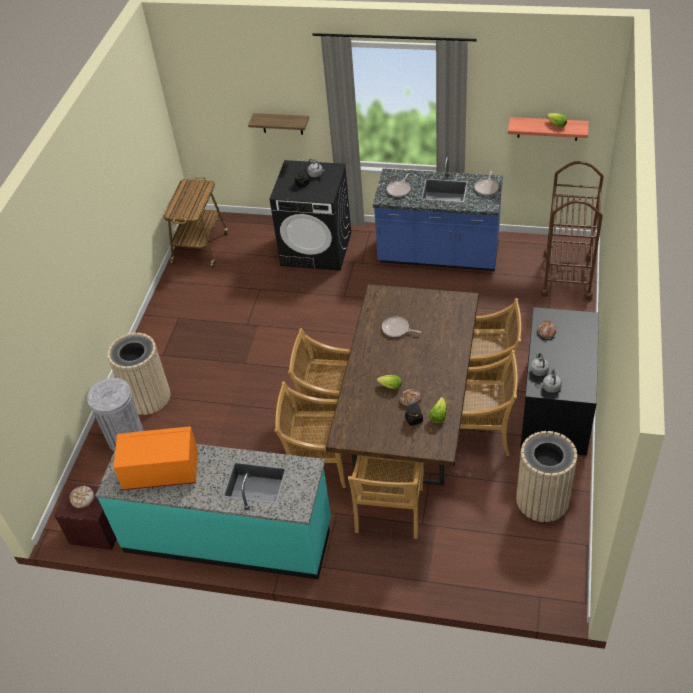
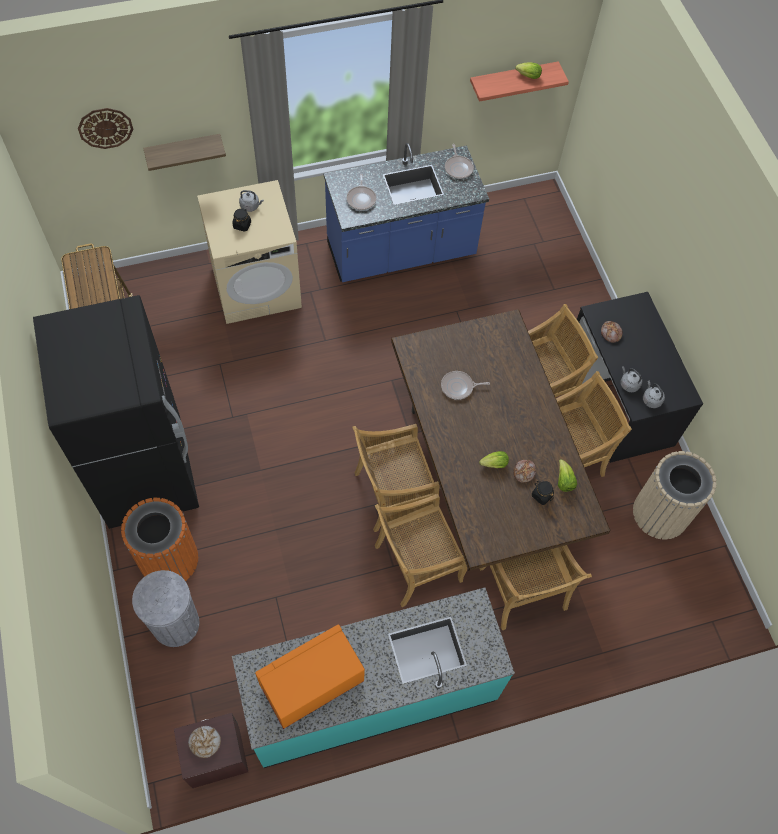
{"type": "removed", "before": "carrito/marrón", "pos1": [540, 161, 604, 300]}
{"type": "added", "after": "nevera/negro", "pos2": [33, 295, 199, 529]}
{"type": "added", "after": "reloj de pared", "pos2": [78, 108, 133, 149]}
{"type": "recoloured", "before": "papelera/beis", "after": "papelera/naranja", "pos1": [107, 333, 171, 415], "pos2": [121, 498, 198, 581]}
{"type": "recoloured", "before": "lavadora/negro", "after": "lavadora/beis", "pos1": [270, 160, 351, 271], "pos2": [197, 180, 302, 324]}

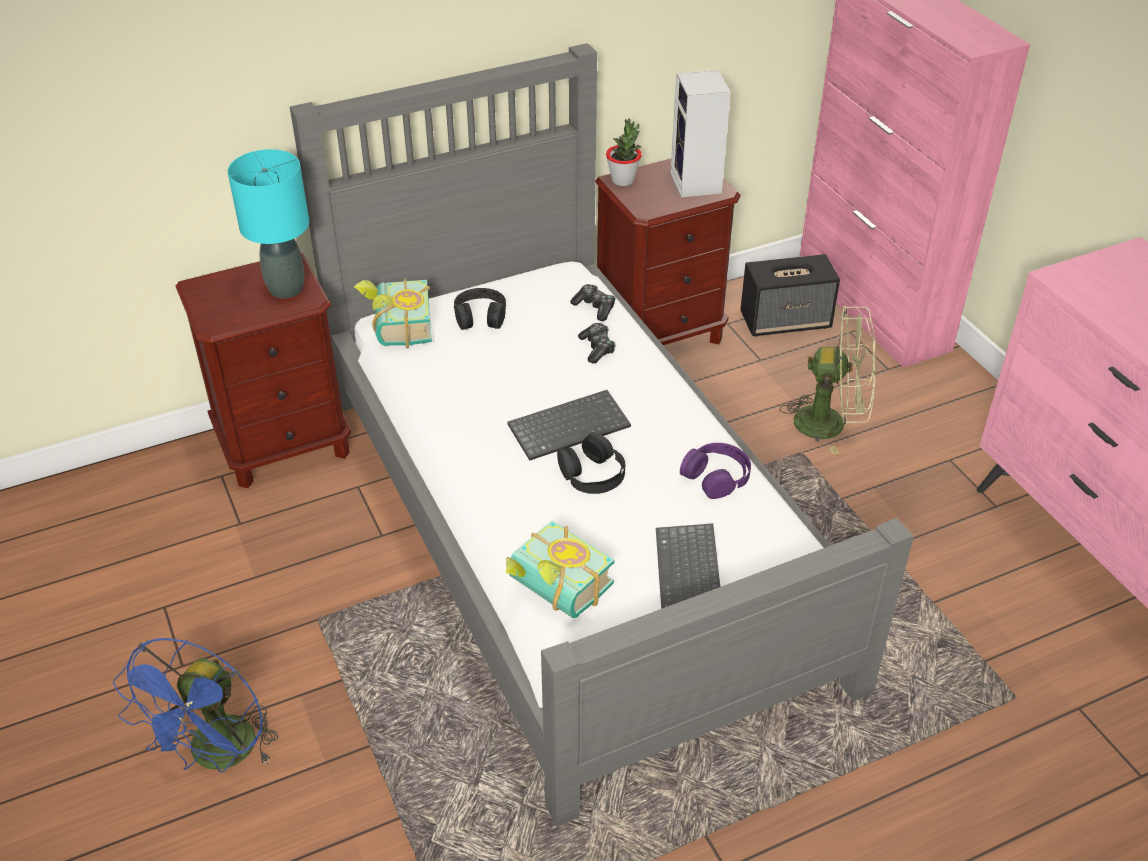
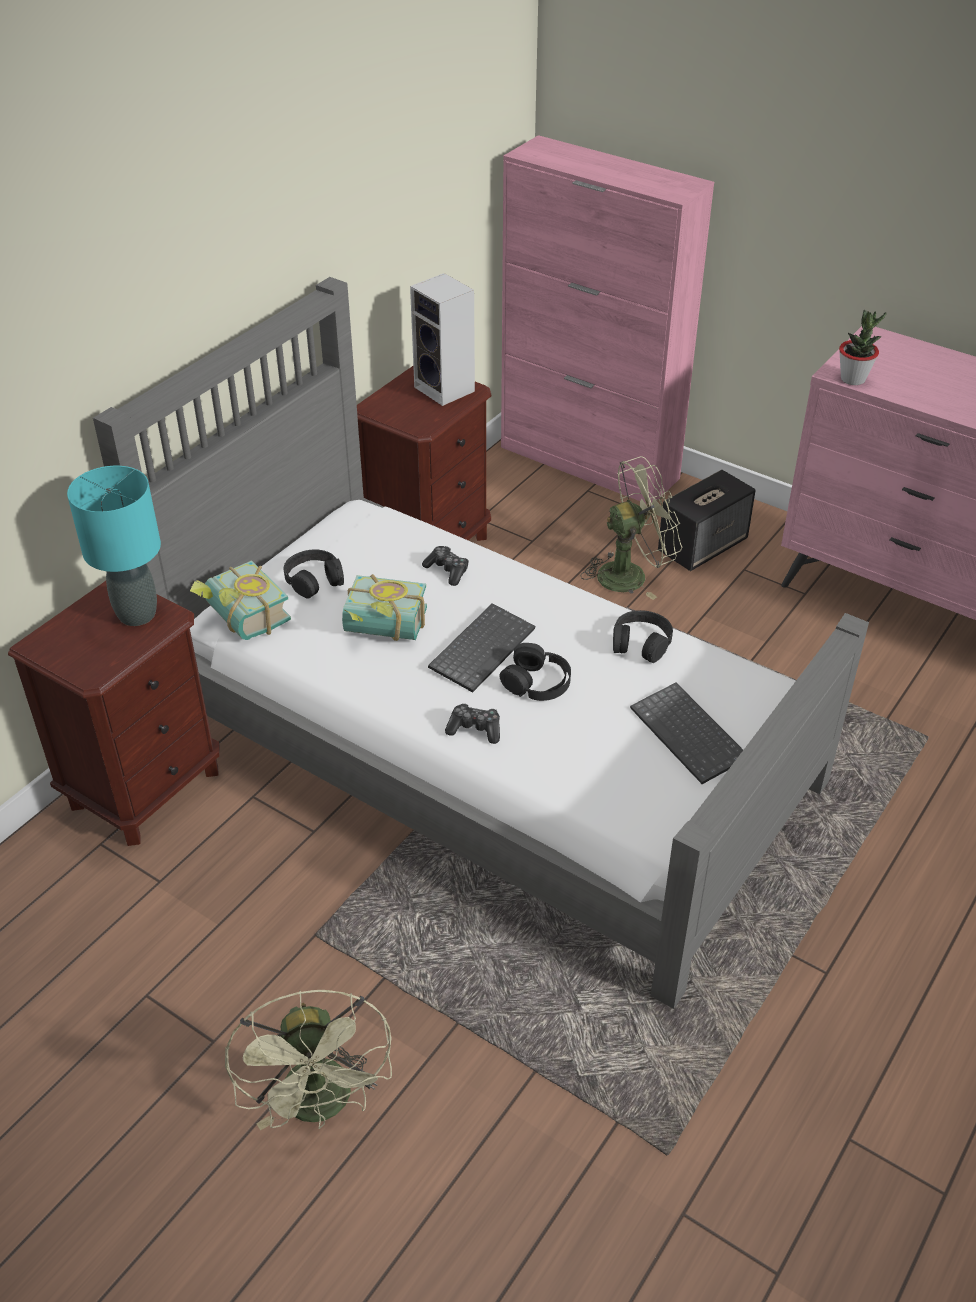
{"type": "moved", "before": "libro", "pos1": [506, 521, 615, 618], "pos2": [342, 574, 427, 641]}
{"type": "moved", "before": "mando de consola", "pos1": [570, 284, 616, 321], "pos2": [445, 703, 500, 744]}
{"type": "moved", "before": "planta en maceta", "pos1": [606, 118, 642, 186], "pos2": [839, 310, 886, 385]}
{"type": "moved", "before": "altavoz", "pos1": [740, 254, 840, 336], "pos2": [658, 470, 756, 571]}
{"type": "recoloured", "before": "ventilador/azul", "after": "ventilador/verde", "pos1": [113, 638, 278, 772], "pos2": [225, 990, 392, 1130]}
{"type": "recoloured", "before": "auriculares/morado", "after": "auriculares/negro", "pos1": [680, 443, 751, 499], "pos2": [613, 610, 673, 663]}

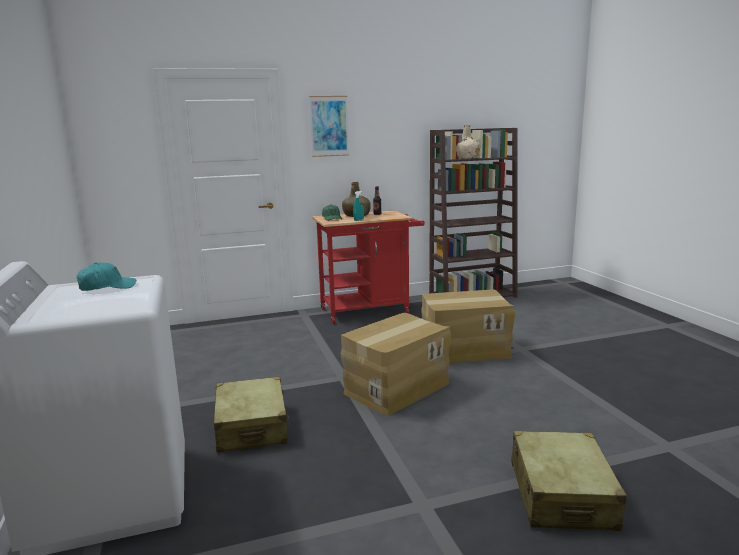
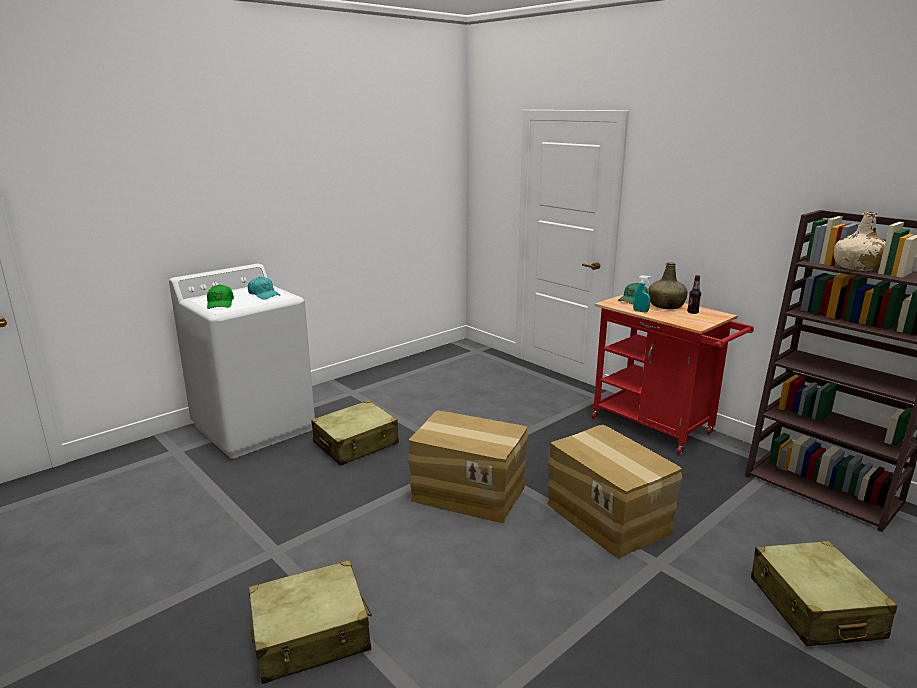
{"type": "removed", "before": "cuadro", "pos1": [309, 96, 349, 157]}
{"type": "added", "after": "gorra/verde", "pos2": [207, 284, 234, 309]}
{"type": "added", "after": "maleta/beis", "pos2": [751, 541, 897, 646]}

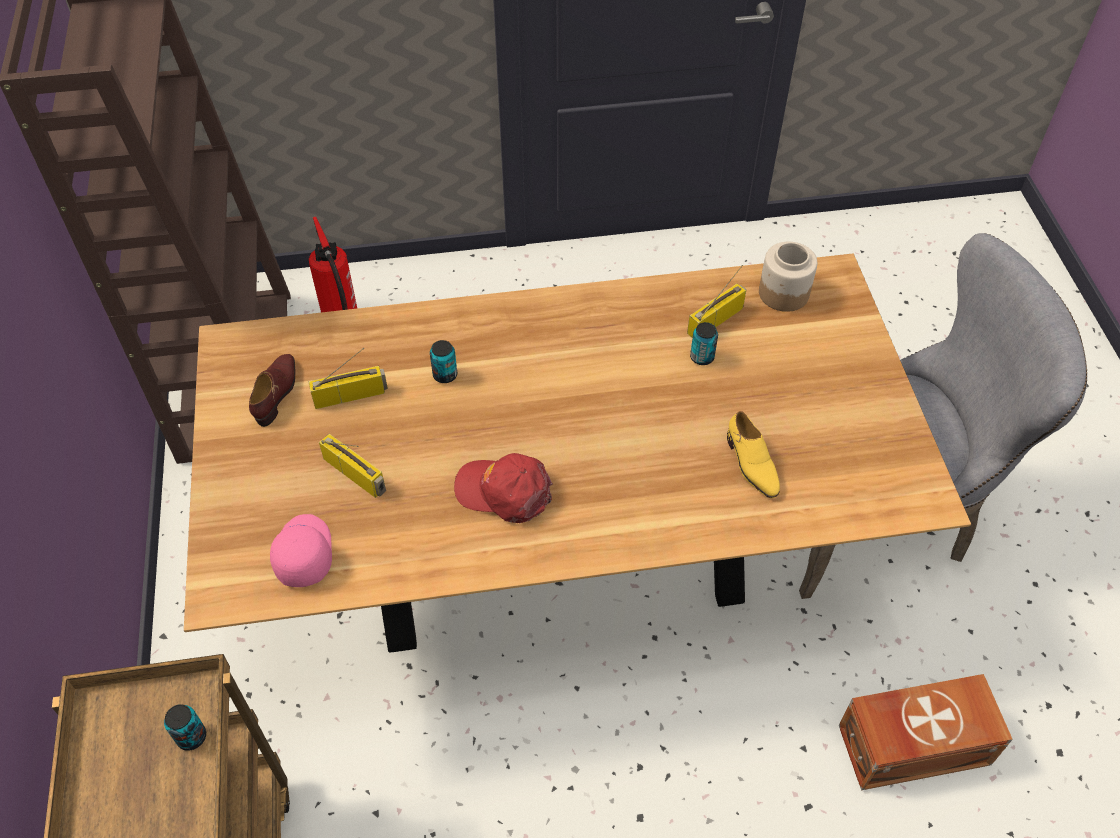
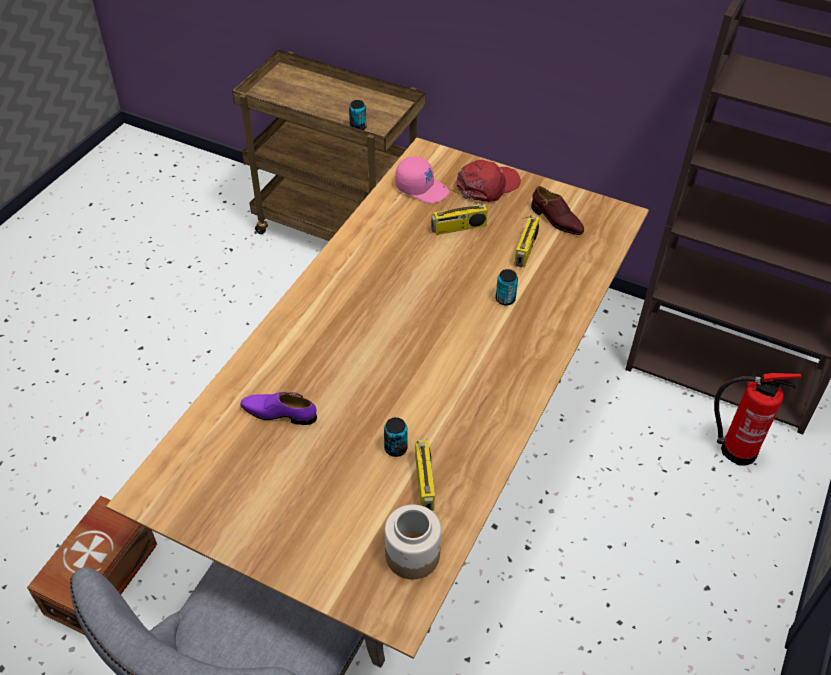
{"type": "moved", "before": "gorra/rojo", "pos1": [454, 453, 553, 523], "pos2": [457, 160, 521, 202]}
{"type": "recoloured", "before": "zapato/amarillo", "after": "zapato/morado", "pos1": [727, 411, 780, 498], "pos2": [241, 392, 317, 425]}

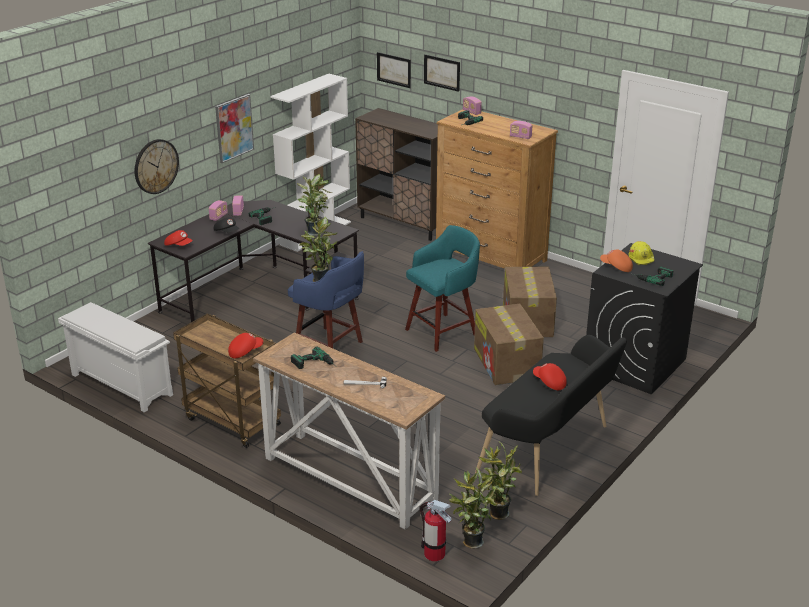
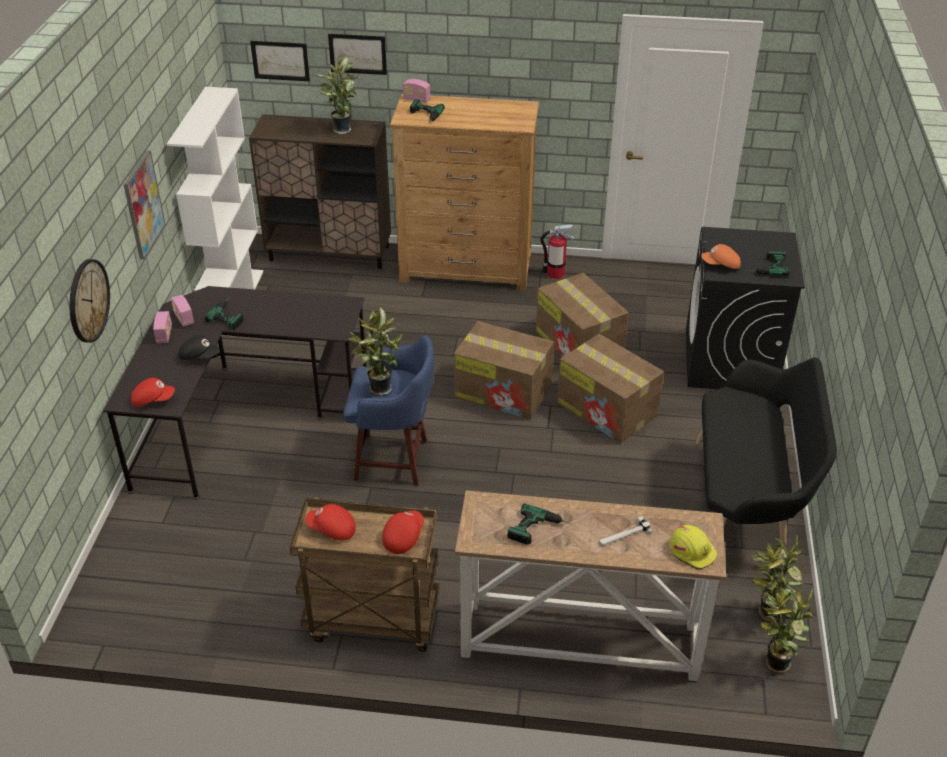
{"type": "removed", "before": "zapatero/blanco", "pos1": [58, 302, 173, 413]}
{"type": "removed", "before": "radio", "pos1": [510, 121, 532, 139]}
{"type": "moved", "before": "planta en maceta", "pos1": [297, 174, 332, 236], "pos2": [317, 57, 358, 134]}
{"type": "moved", "before": "extintor", "pos1": [419, 500, 452, 561], "pos2": [540, 224, 574, 279]}
{"type": "moved", "before": "gorra/rojo", "pos1": [533, 363, 567, 390], "pos2": [305, 504, 356, 541]}
{"type": "moved", "before": "casco/amarillo", "pos1": [629, 241, 655, 265], "pos2": [669, 525, 718, 570]}
{"type": "replaced", "before": "taburete/turquesa", "after": "caja de cartón", "pos1": [405, 225, 480, 352], "pos2": [454, 321, 554, 420]}

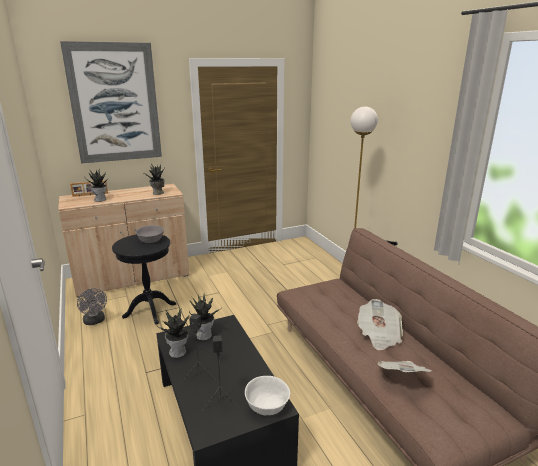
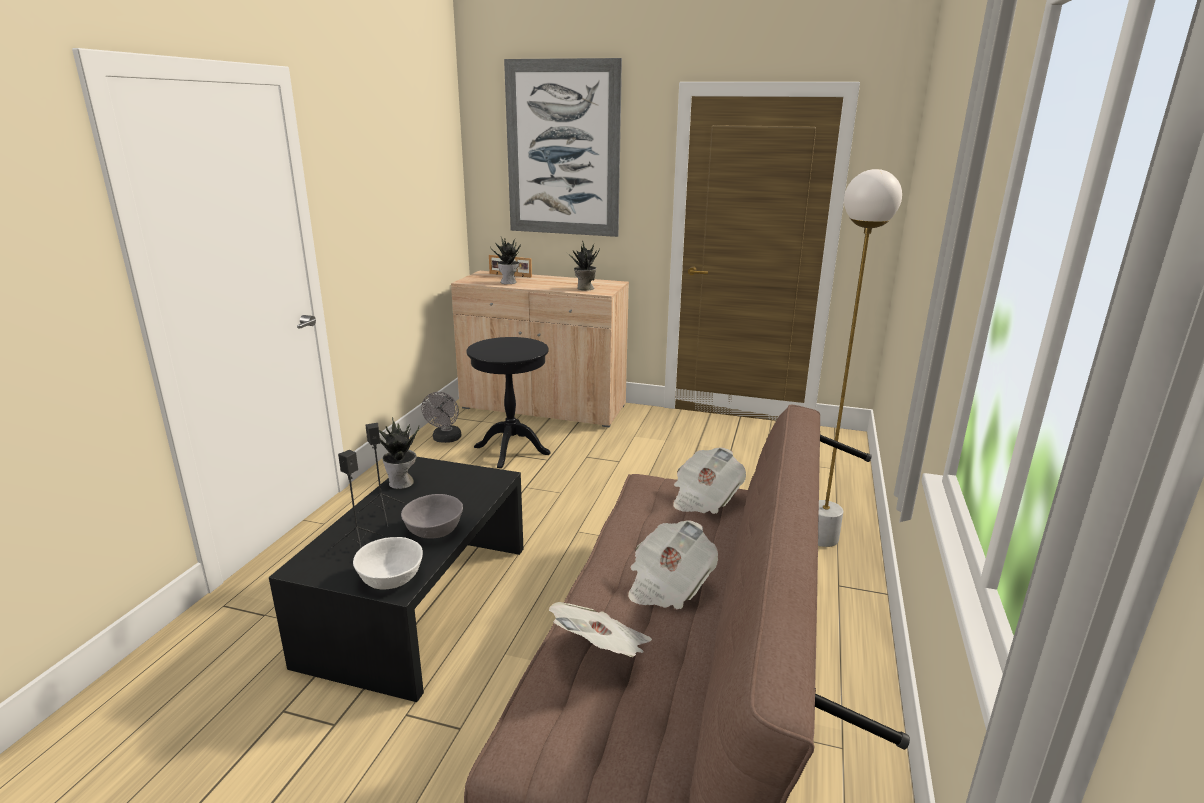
{"type": "removed", "before": "planta en maceta", "pos1": [189, 295, 220, 341]}
{"type": "added", "after": "periódico", "pos2": [673, 447, 746, 514]}
{"type": "moved", "before": "cuenco/gris", "pos1": [136, 225, 164, 243], "pos2": [401, 494, 463, 538]}

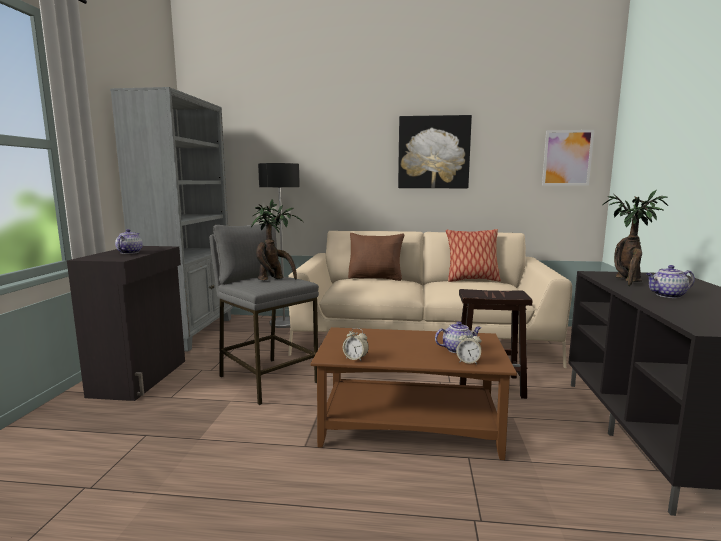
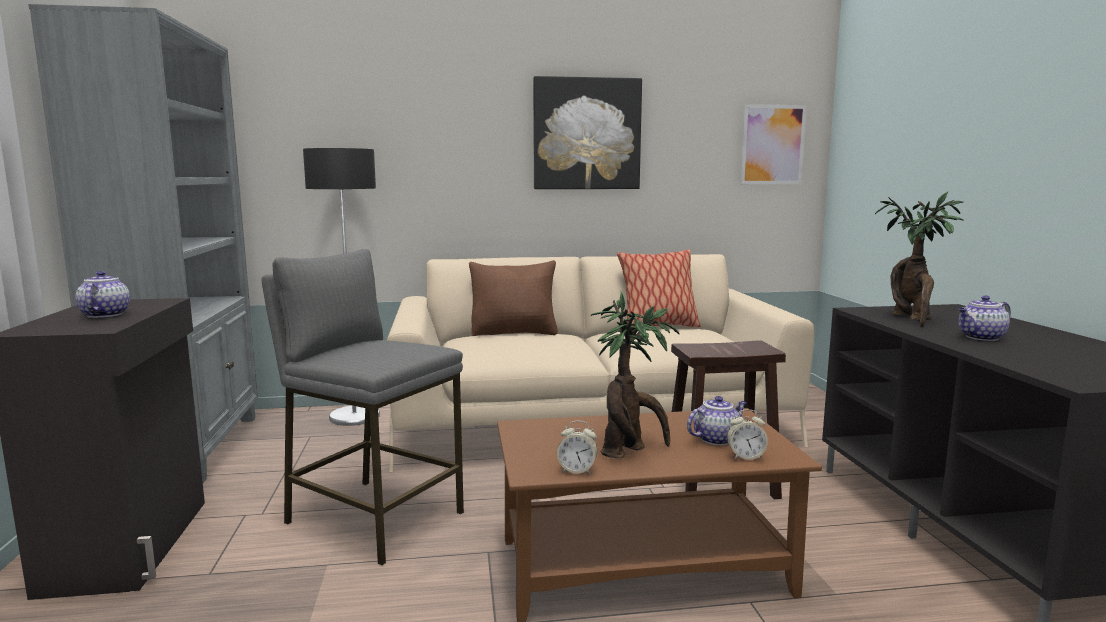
{"type": "moved", "before": "planta en maceta", "pos1": [251, 199, 303, 281], "pos2": [591, 292, 680, 458]}

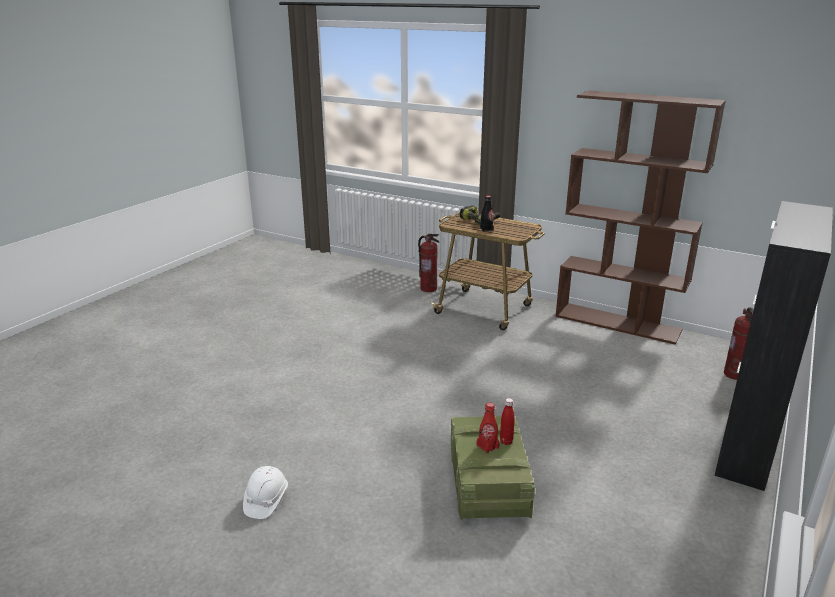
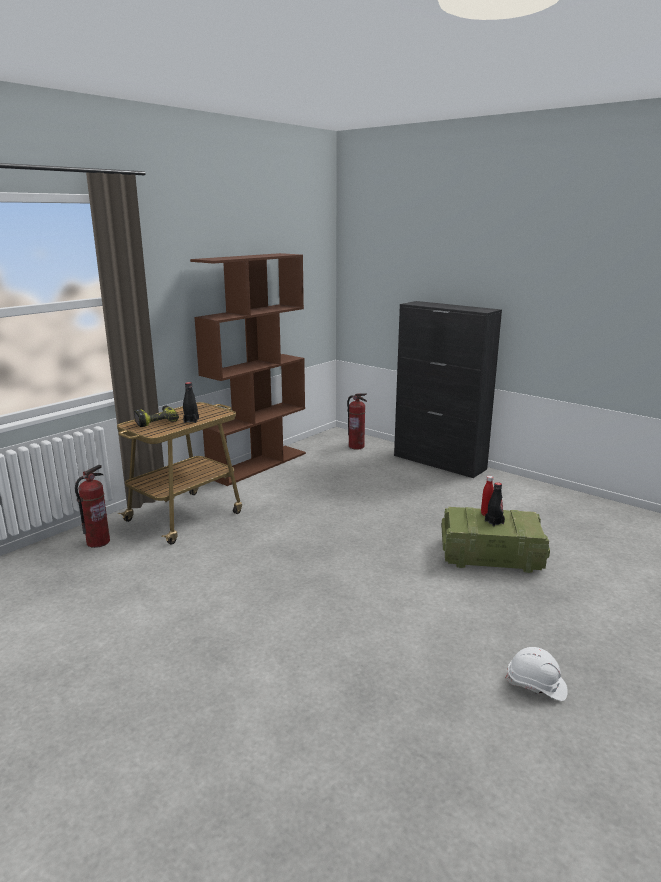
{"type": "recoloured", "before": "botella/rojo", "after": "botella/negro", "pos1": [477, 403, 500, 454], "pos2": [485, 482, 505, 526]}

